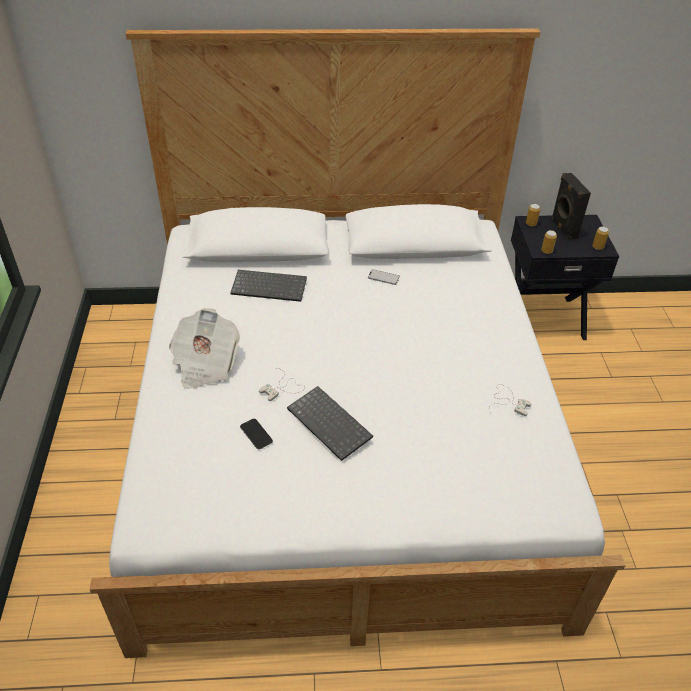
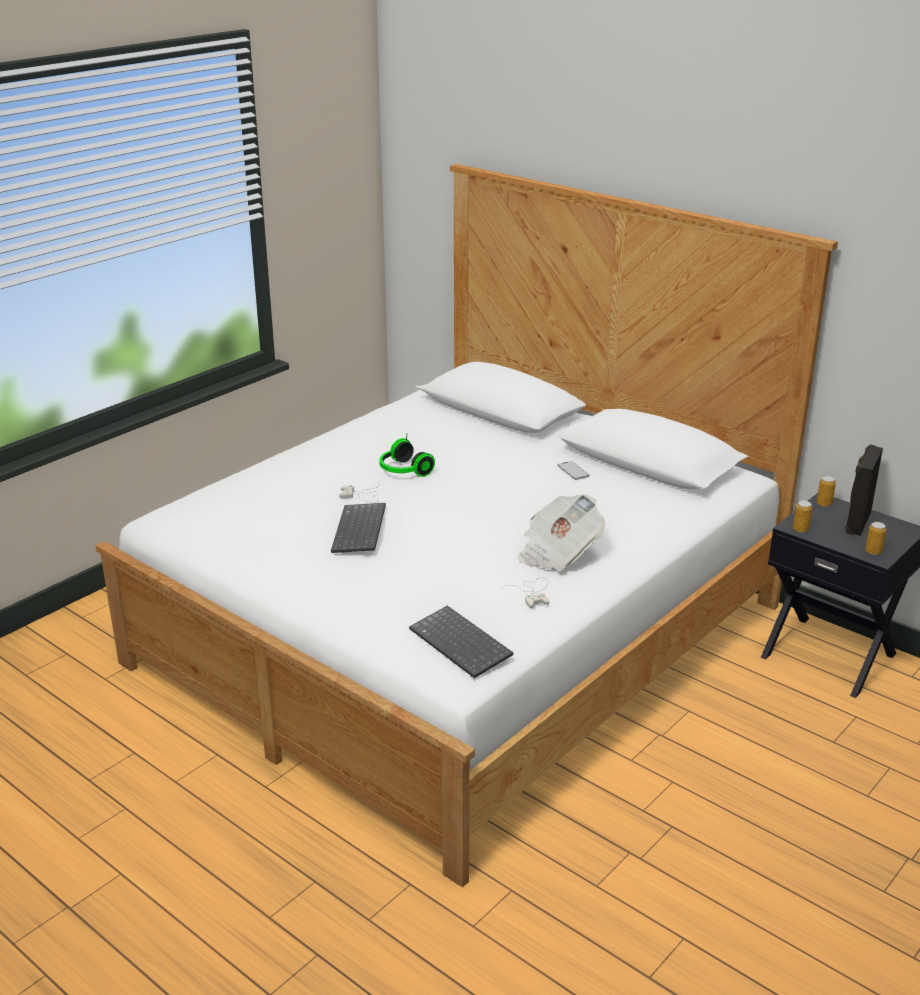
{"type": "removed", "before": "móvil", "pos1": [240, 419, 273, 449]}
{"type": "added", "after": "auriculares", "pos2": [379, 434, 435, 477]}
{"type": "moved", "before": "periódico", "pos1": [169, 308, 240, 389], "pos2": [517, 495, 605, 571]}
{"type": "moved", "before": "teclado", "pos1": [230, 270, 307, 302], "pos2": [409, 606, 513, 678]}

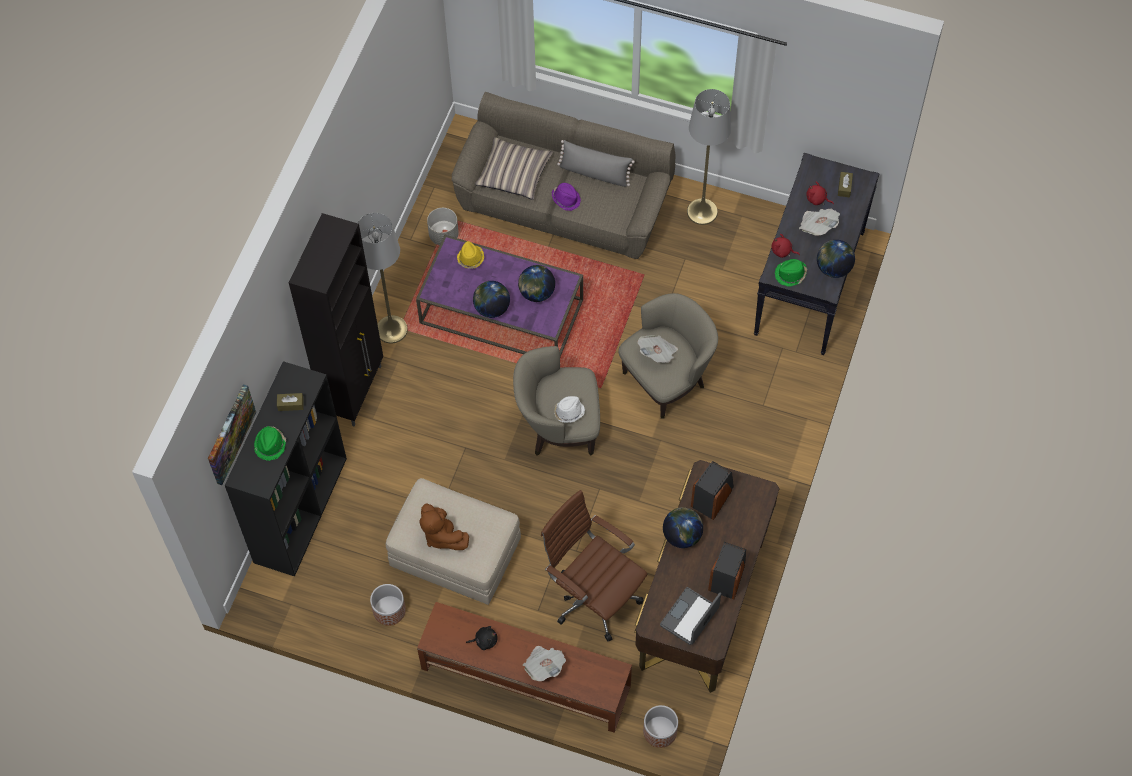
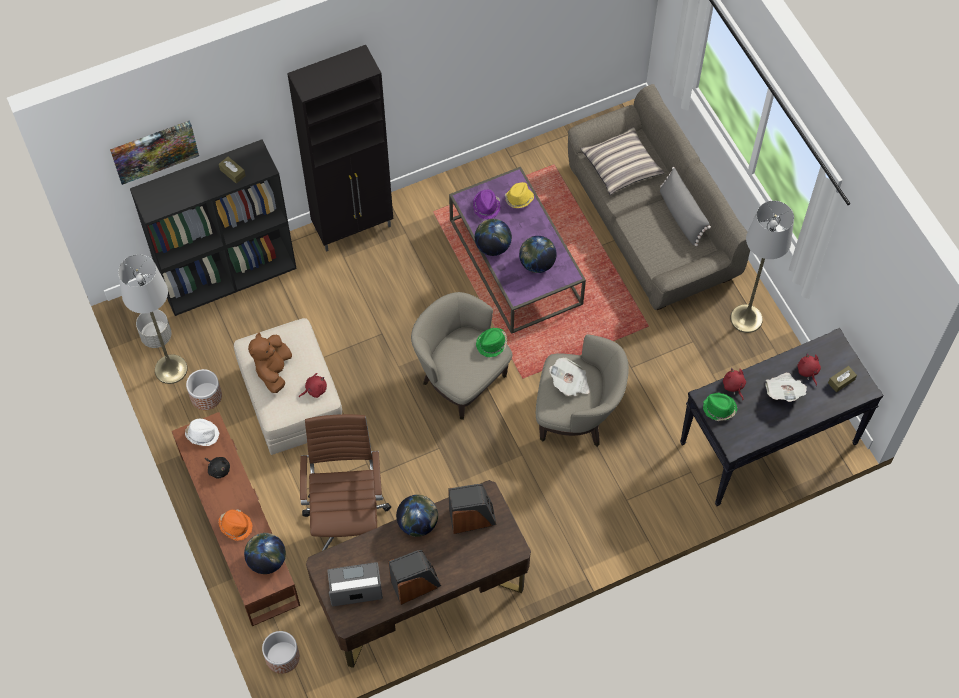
{"type": "added", "after": "peluche/rojo", "pos2": [299, 373, 327, 398]}
{"type": "moved", "before": "sombrero/verde", "pos1": [254, 426, 286, 461], "pos2": [476, 328, 507, 357]}
{"type": "moved", "before": "lámpara de pie/gris", "pos1": [358, 213, 407, 343], "pos2": [118, 254, 188, 384]}
{"type": "moved", "before": "maceta/gris", "pos1": [427, 208, 459, 245], "pos2": [136, 309, 172, 348]}
{"type": "moved", "before": "sombrero/morado", "pos1": [552, 183, 581, 211], "pos2": [473, 190, 500, 219]}
{"type": "moved", "before": "sombrero/blanco", "pos1": [554, 396, 585, 423], "pos2": [185, 419, 220, 446]}
{"type": "moved", "before": "globo terráqueo", "pos1": [817, 240, 855, 278], "pos2": [244, 533, 286, 574]}
{"type": "replaced", "before": "periódico", "after": "sombrero/naranja", "pos1": [523, 646, 566, 681], "pos2": [218, 509, 253, 541]}

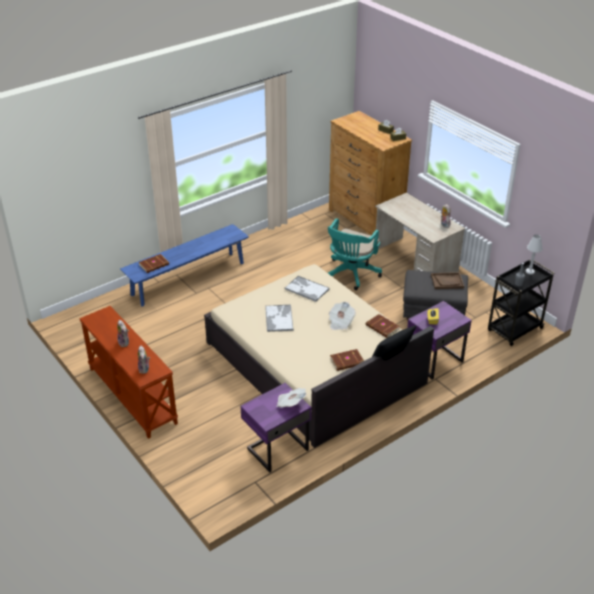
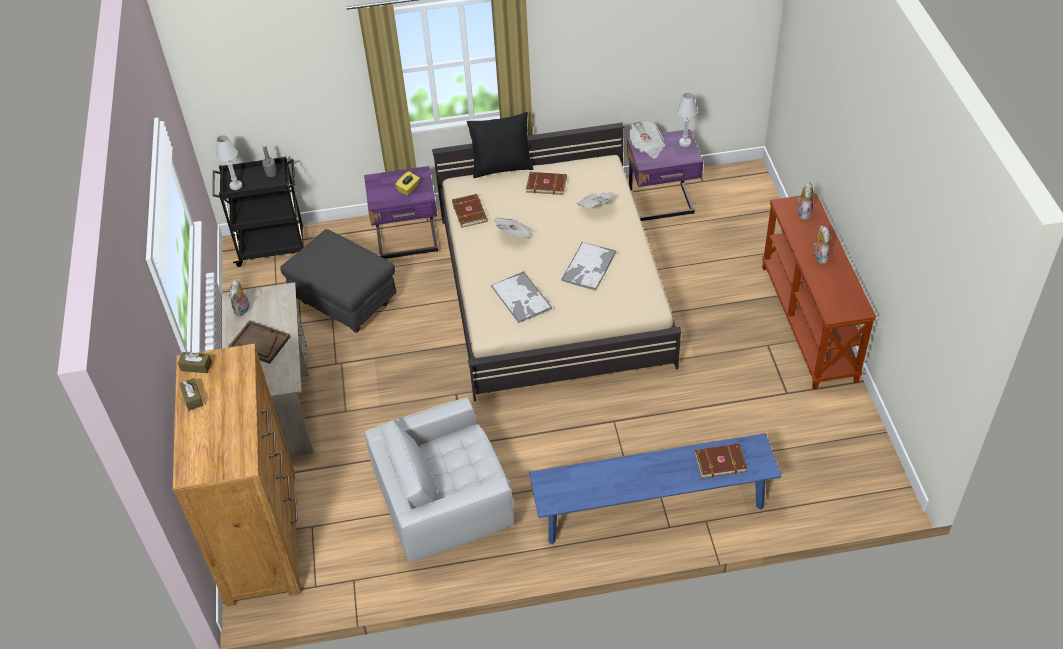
{"type": "removed", "before": "silla de oficina/turquesa", "pos1": [328, 218, 382, 290]}
{"type": "added", "after": "sillón/blanco", "pos2": [365, 398, 514, 562]}
{"type": "added", "after": "periódico", "pos2": [576, 192, 614, 208]}
{"type": "added", "after": "lámpara de mesa/blanco", "pos2": [677, 93, 698, 147]}
{"type": "moved", "before": "bandeja/marrón", "pos1": [431, 272, 464, 289], "pos2": [228, 320, 290, 364]}

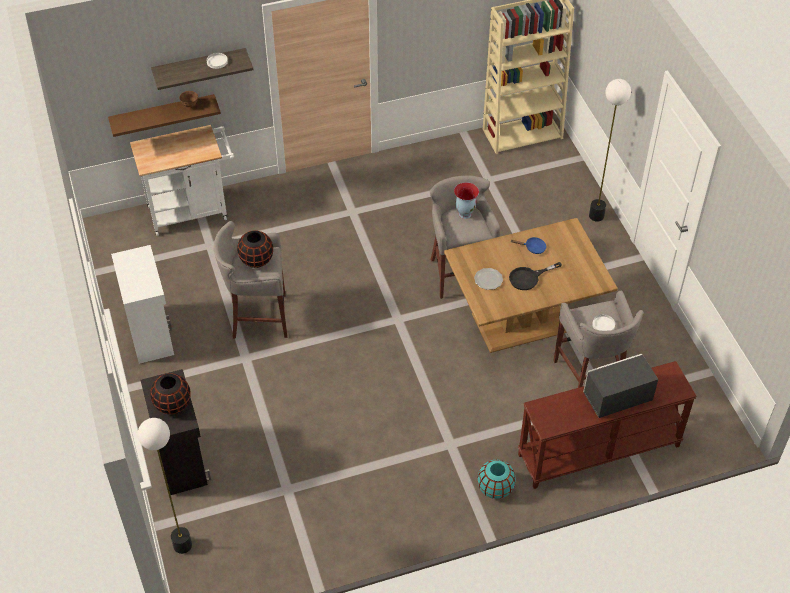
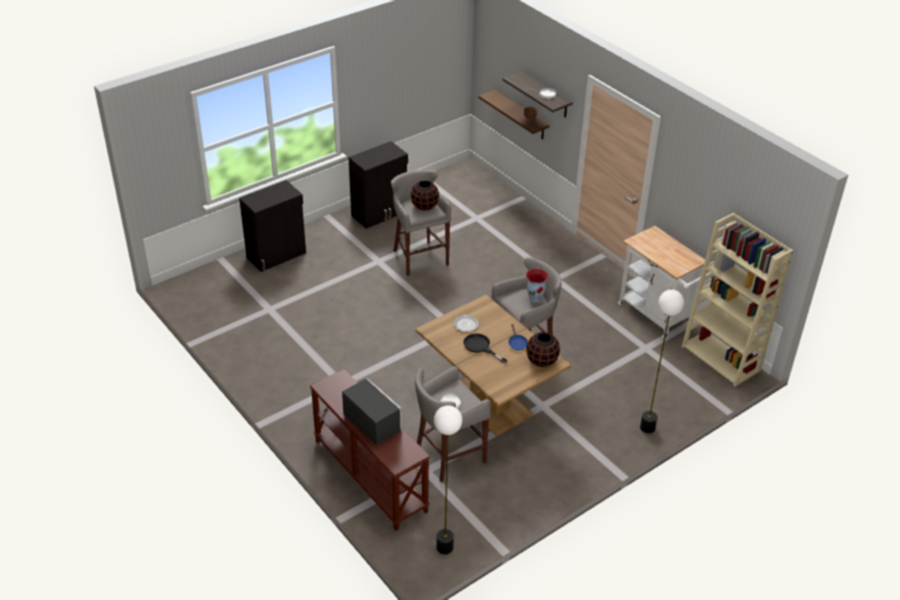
{"type": "removed", "before": "florero/turquesa", "pos1": [478, 460, 516, 499]}
{"type": "moved", "before": "carrito/blanco", "pos1": [130, 125, 234, 236], "pos2": [618, 226, 710, 338]}
{"type": "moved", "before": "lámpara de pie", "pos1": [138, 418, 192, 554], "pos2": [434, 405, 462, 554]}
{"type": "moved", "before": "florero/negro", "pos1": [150, 373, 191, 414], "pos2": [526, 332, 560, 367]}
{"type": "recoloured", "before": "armario/blanco", "after": "armario/negro", "pos1": [111, 245, 174, 364], "pos2": [349, 141, 408, 229]}

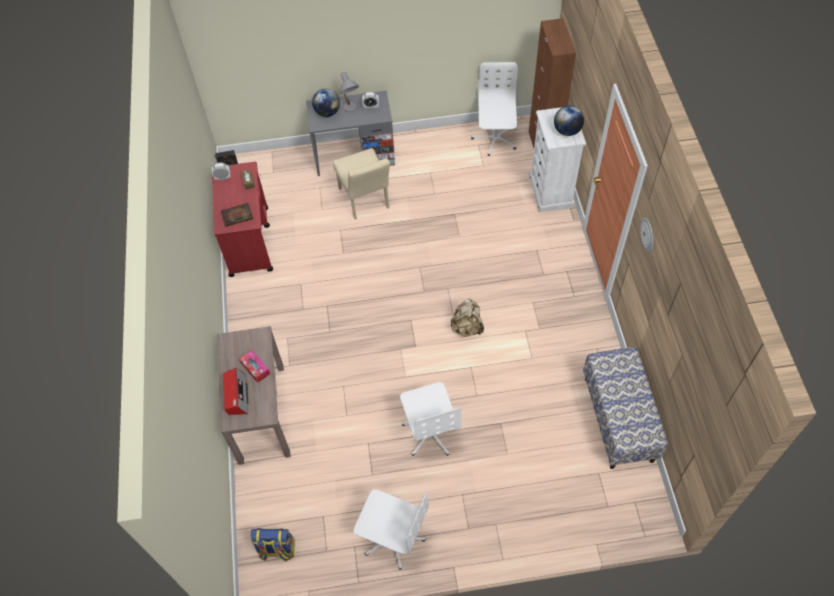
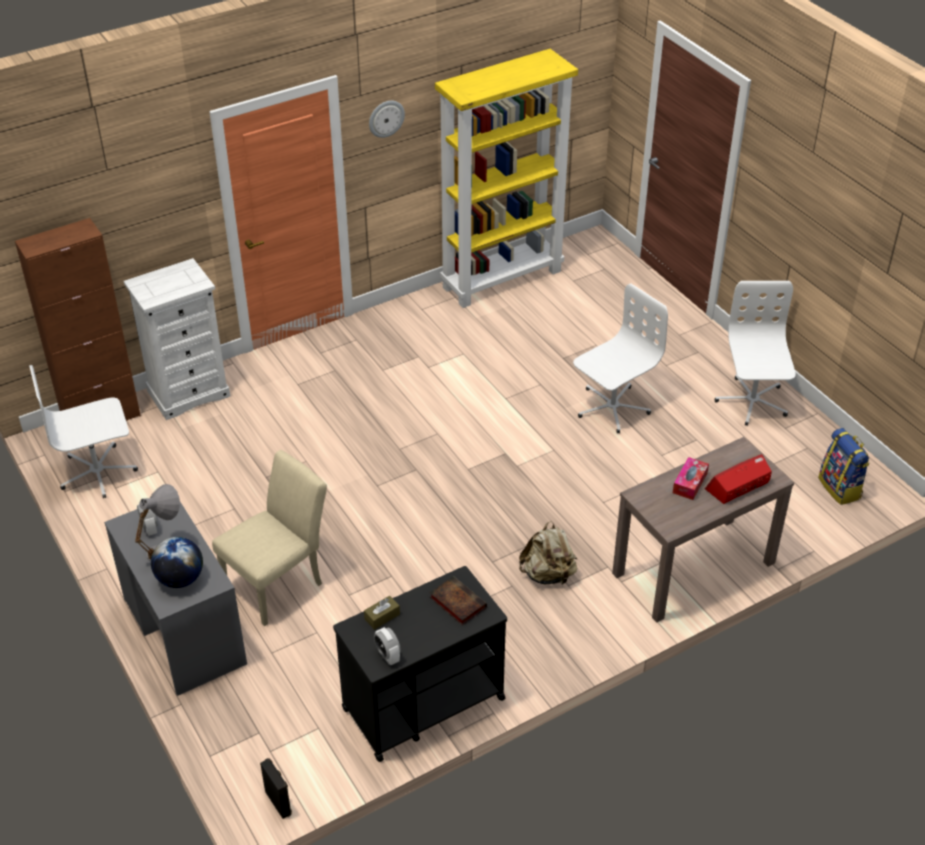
{"type": "removed", "before": "globo terráqueo", "pos1": [554, 106, 584, 136]}
{"type": "moved", "before": "mochila/beis", "pos1": [451, 298, 484, 337], "pos2": [519, 521, 577, 585]}
{"type": "replaced", "before": "banco", "after": "estantería/amarillo", "pos1": [583, 347, 668, 469], "pos2": [435, 49, 578, 308]}
{"type": "recoloured", "before": "carrito/rojo", "after": "carrito/negro", "pos1": [212, 162, 273, 277], "pos2": [333, 566, 507, 762]}

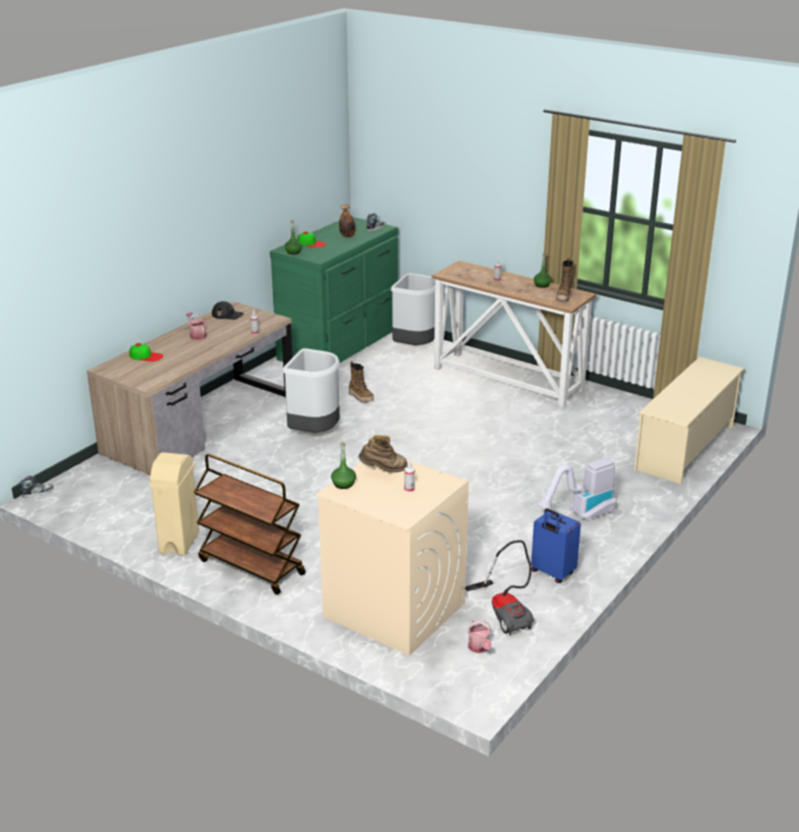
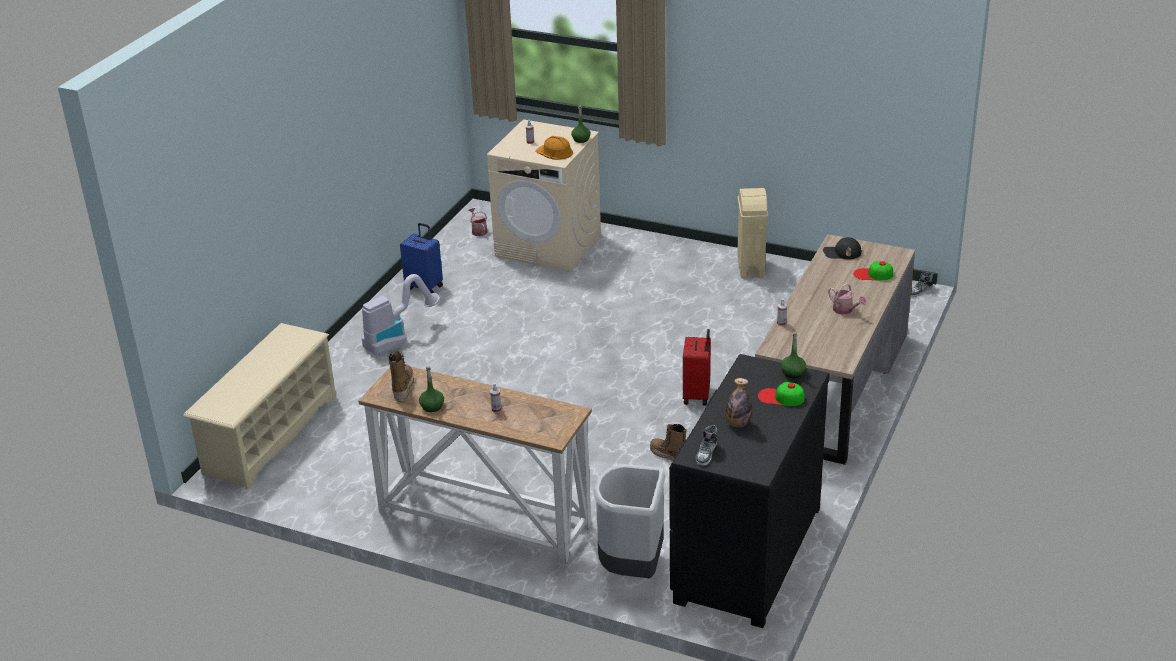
{"type": "removed", "before": "carrito/marrón", "pos1": [194, 454, 306, 595]}
{"type": "removed", "before": "aspiradora", "pos1": [465, 540, 534, 635]}
{"type": "moved", "before": "gorra/negro", "pos1": [212, 301, 244, 320], "pos2": [823, 237, 862, 260]}
{"type": "replaced", "before": "papelera/gris", "after": "maleta/rojo", "pos1": [283, 348, 340, 433], "pos2": [683, 329, 711, 406]}
{"type": "replaced", "before": "bota/marrón", "after": "casco/naranja", "pos1": [359, 435, 408, 472], "pos2": [535, 136, 573, 160]}
{"type": "recoloured", "before": "cómoda/verde", "after": "cómoda/negro", "pos1": [270, 217, 398, 363], "pos2": [669, 354, 830, 628]}

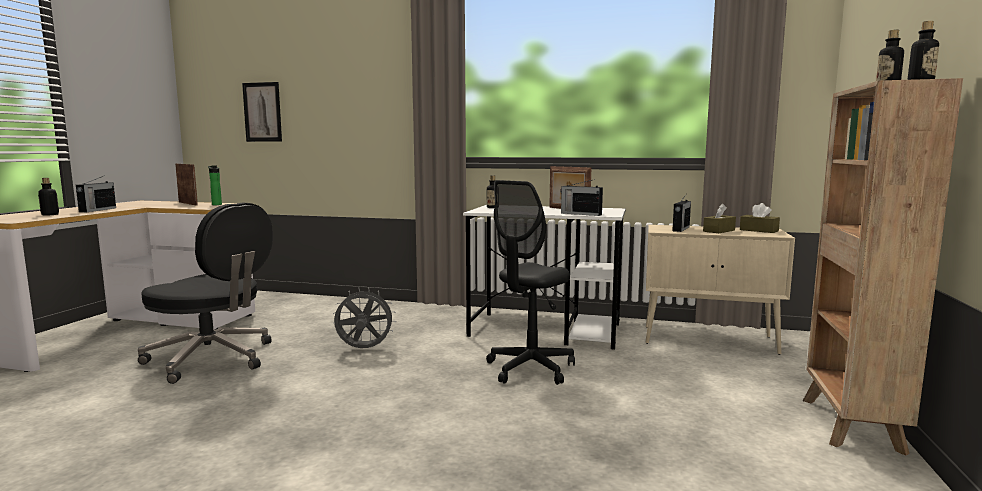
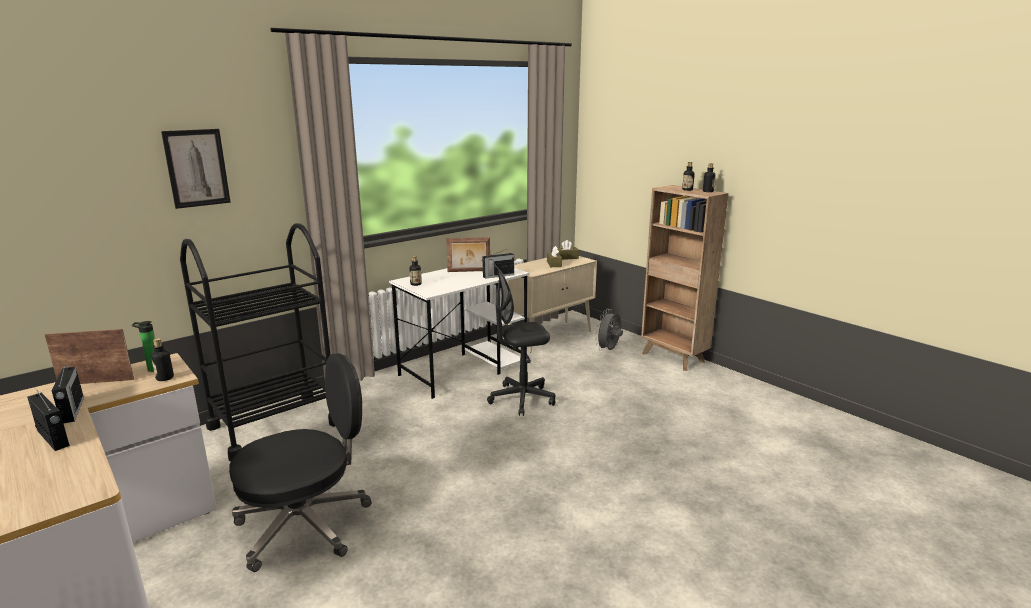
{"type": "added", "after": "carrito/negro", "pos2": [180, 223, 335, 461]}
{"type": "moved", "before": "botella", "pos1": [38, 178, 59, 216], "pos2": [151, 338, 174, 381]}
{"type": "moved", "before": "cuadro", "pos1": [242, 82, 282, 142], "pos2": [161, 129, 231, 209]}
{"type": "moved", "before": "ventilador/gris", "pos1": [333, 287, 396, 348], "pos2": [595, 309, 623, 351]}
{"type": "moved", "before": "radio", "pos1": [672, 195, 691, 232], "pos2": [51, 362, 84, 424]}
{"type": "turned", "before": "silla de oficina/negro", "pos1": [486, 180, 575, 385], "pos2": [487, 264, 556, 416], "turn": 90}

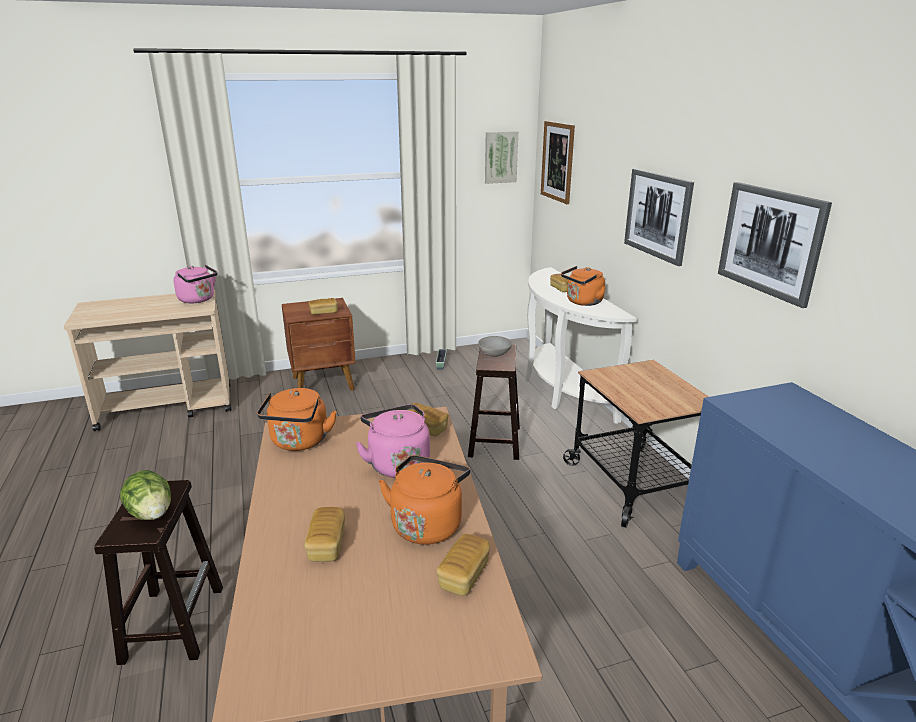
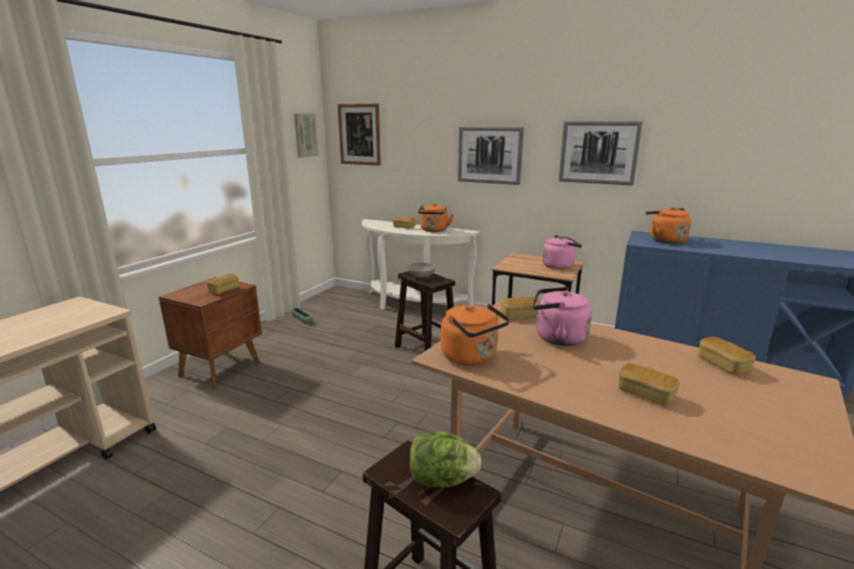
{"type": "moved", "before": "hervidor/rosa", "pos1": [173, 265, 218, 303], "pos2": [542, 235, 582, 269]}
{"type": "moved", "before": "hervidor/naranja", "pos1": [379, 455, 470, 545], "pos2": [646, 207, 691, 244]}

